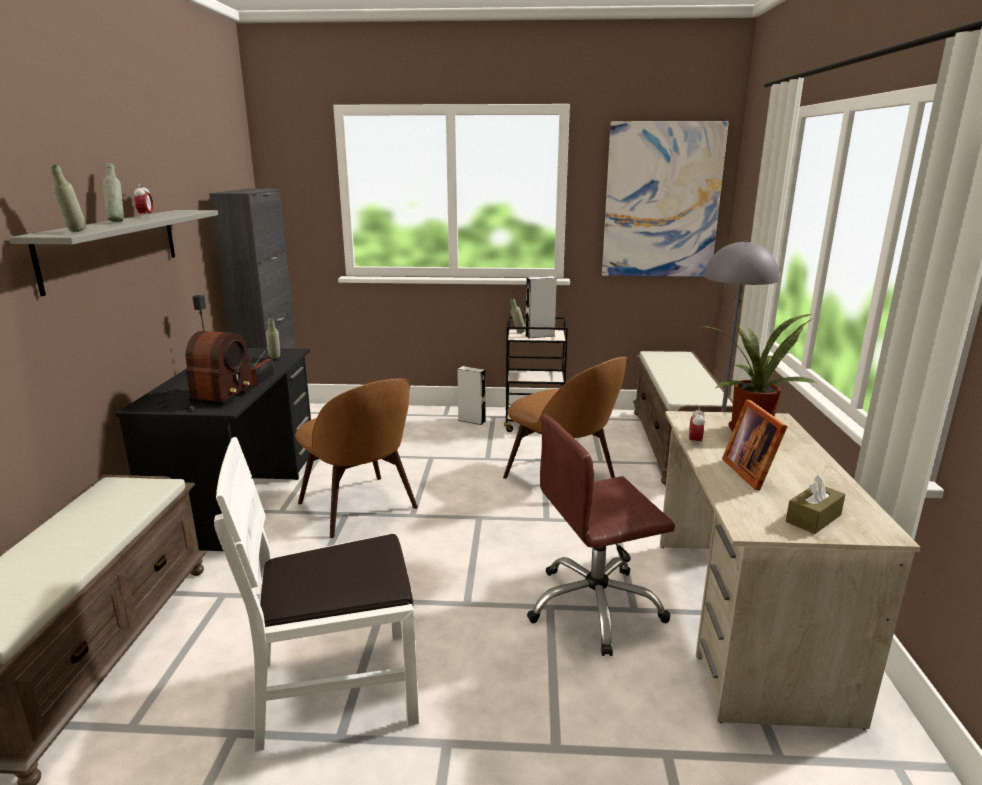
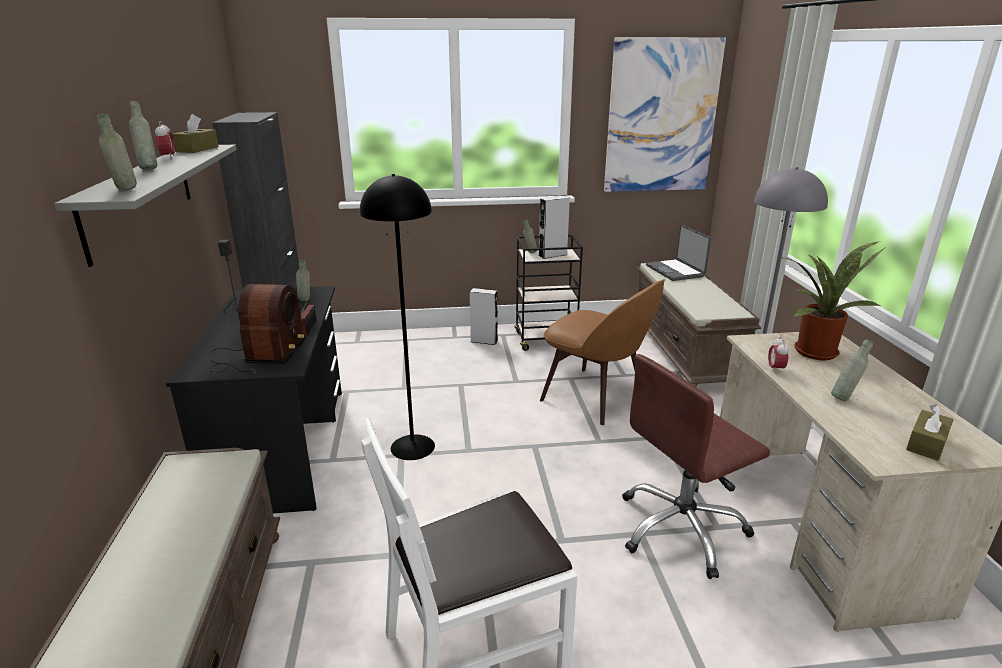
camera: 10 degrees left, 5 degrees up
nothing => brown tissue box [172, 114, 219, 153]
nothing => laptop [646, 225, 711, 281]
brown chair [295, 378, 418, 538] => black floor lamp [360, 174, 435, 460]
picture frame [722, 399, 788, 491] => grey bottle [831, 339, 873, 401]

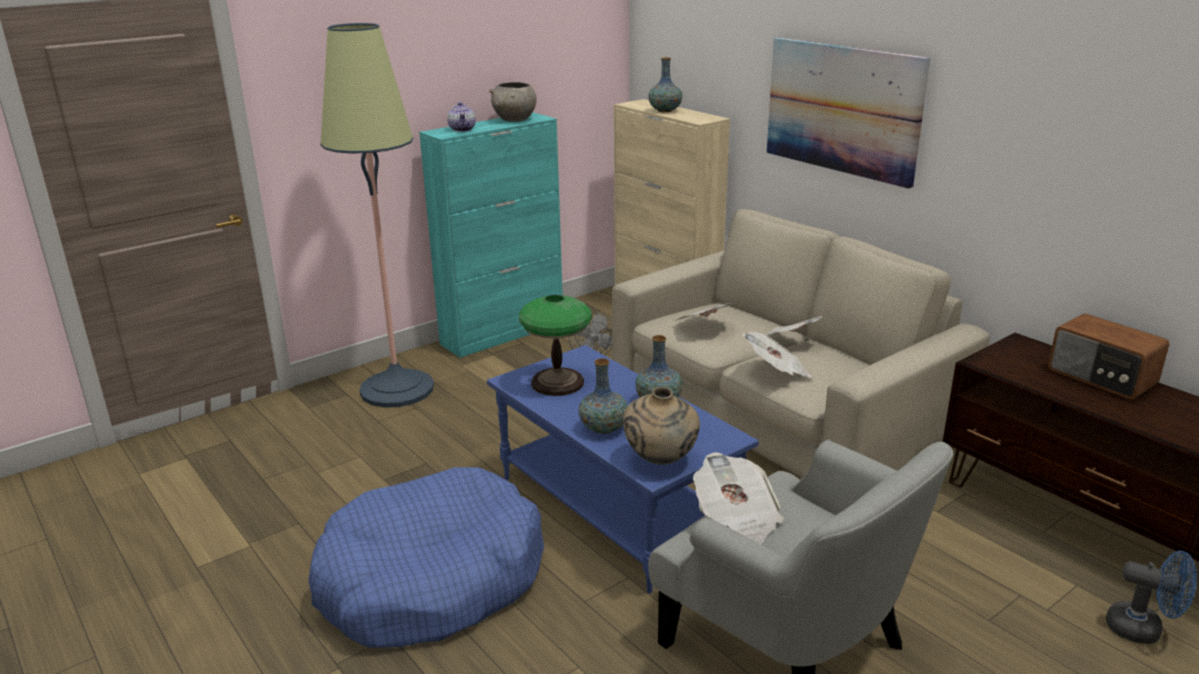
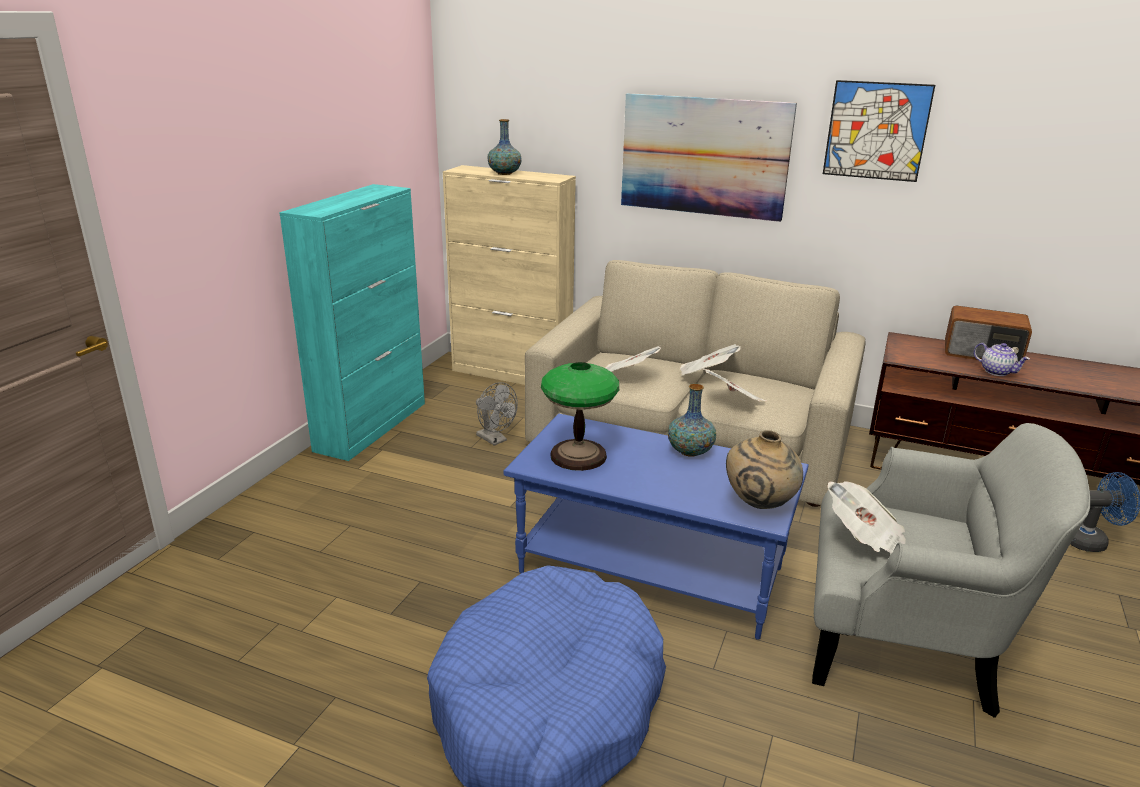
camera: 30 degrees left, 0 degrees up
floor lamp [320, 23, 434, 408] => nothing
grey bowl [489, 82, 537, 122] => nothing
vase [579, 358, 628, 434] => nothing
nothing => picture [823, 80, 935, 182]
teapot [447, 102, 476, 132] => teapot [974, 343, 1030, 376], moved

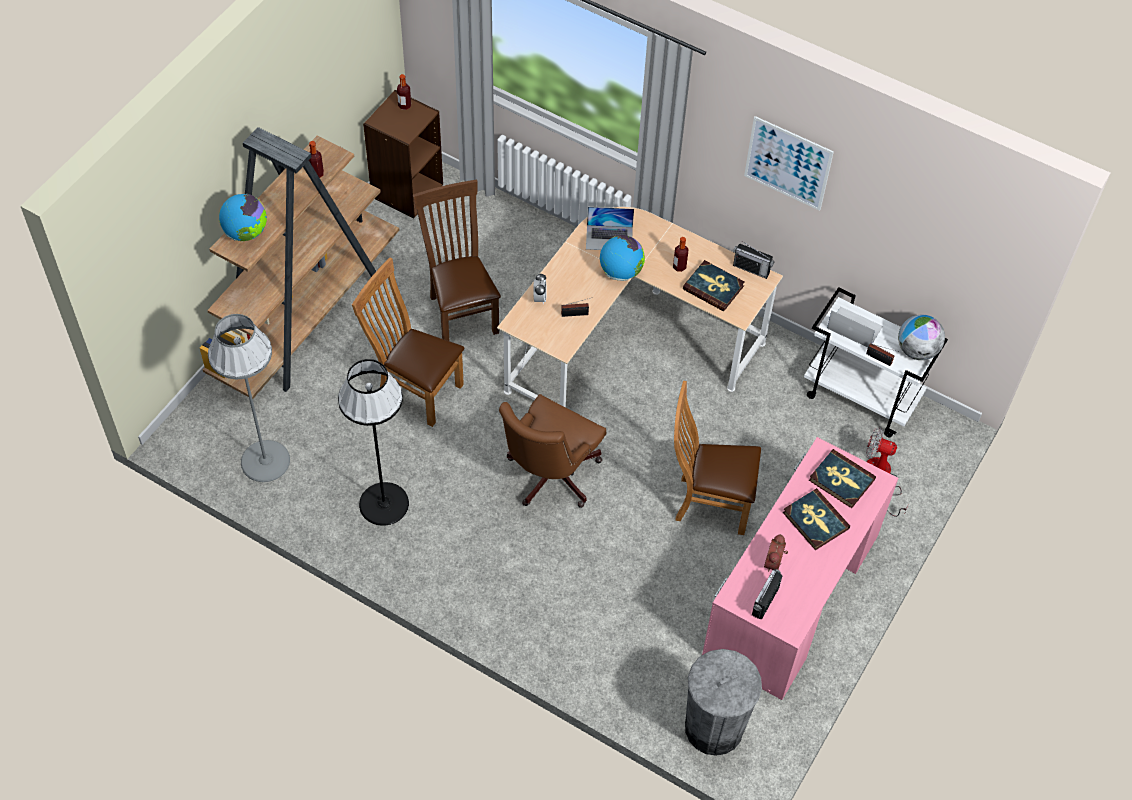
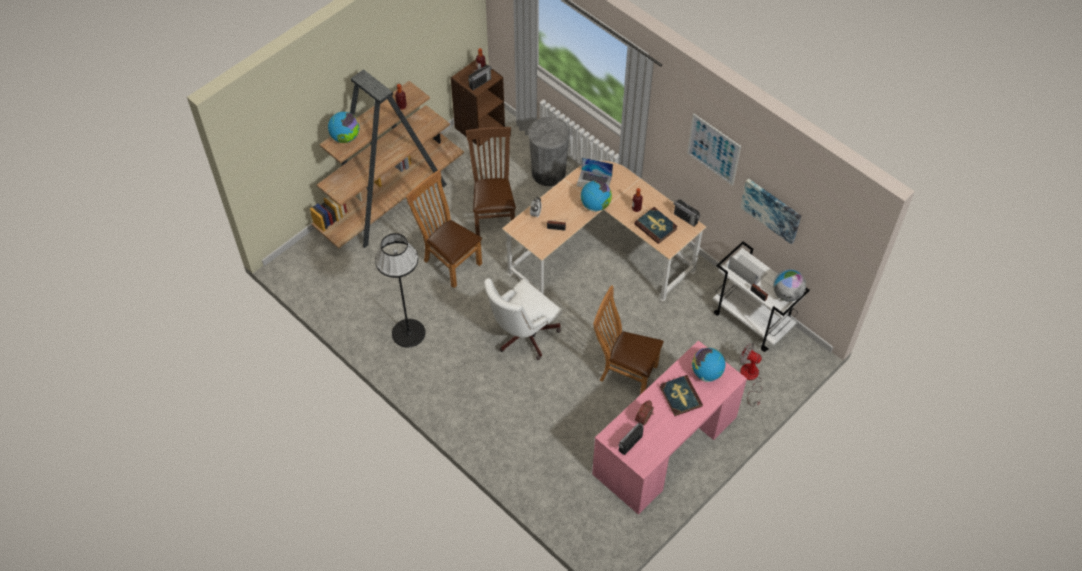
camera: 15 degrees right, 0 degrees up
grey floor lamp [208, 314, 290, 482] => nothing
nothing => radio [468, 65, 492, 90]
nothing => picture [740, 178, 801, 244]
grey trash can [685, 649, 762, 756] => grey trash can [528, 117, 570, 186], moved
book [809, 449, 876, 508] => globe [692, 348, 725, 382]
brown office chair [499, 394, 606, 508] => white office chair [484, 278, 562, 360]

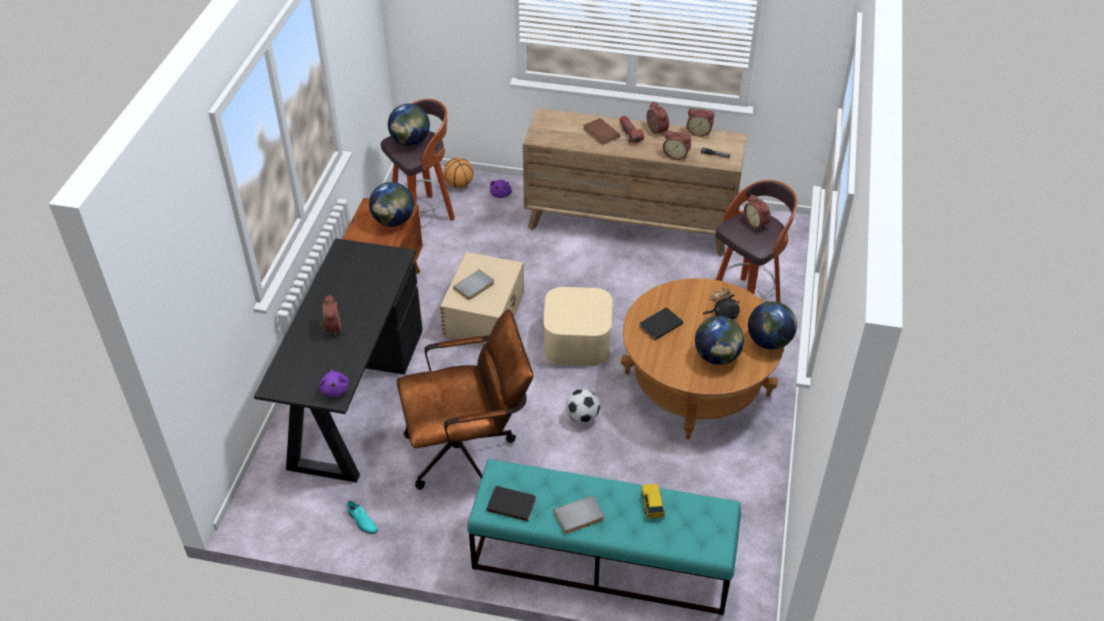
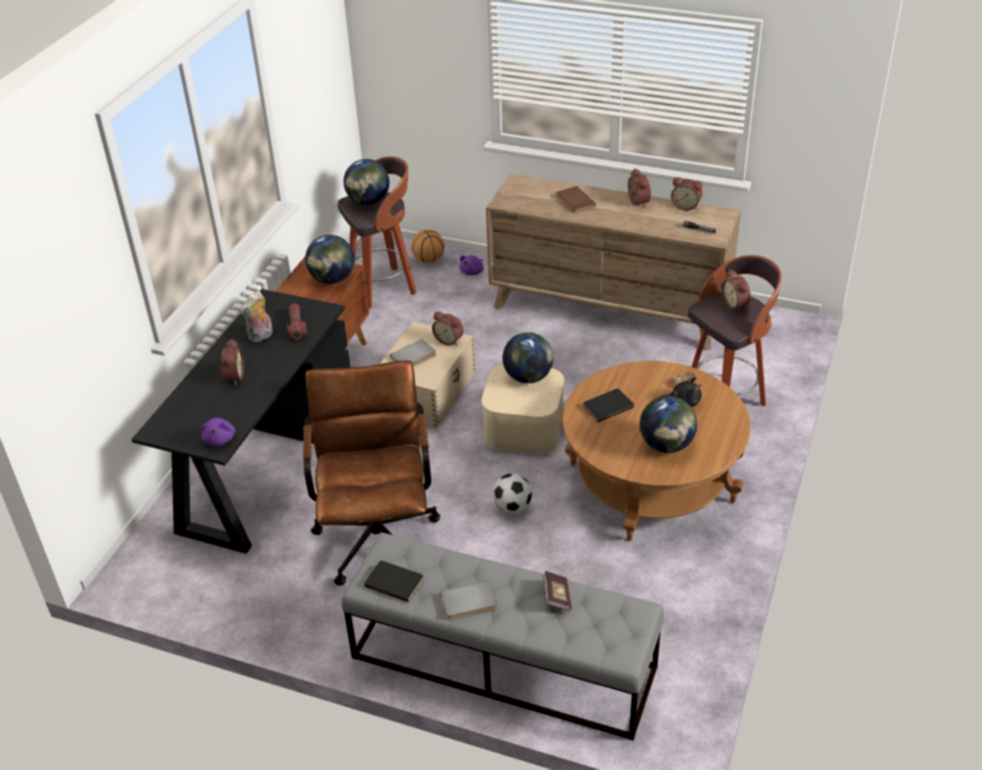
camera: 10 degrees right, 5 degrees down
turquoise shoe [347, 501, 378, 534] => nothing
nothing => plush toy [240, 291, 273, 342]
flashlight [619, 116, 644, 143] => flashlight [287, 303, 307, 339], moved
alarm clock [663, 130, 691, 160] => alarm clock [432, 311, 464, 346], moved
globe [748, 301, 797, 350] => globe [503, 332, 553, 383], moved
toy car [641, 484, 665, 519] => book [543, 571, 572, 611]
turquoise bench [467, 459, 741, 615] => grey bench [342, 533, 664, 741]
brown office chair [397, 309, 533, 490] => brown office chair [303, 360, 441, 586], 90 degrees counterclockwise

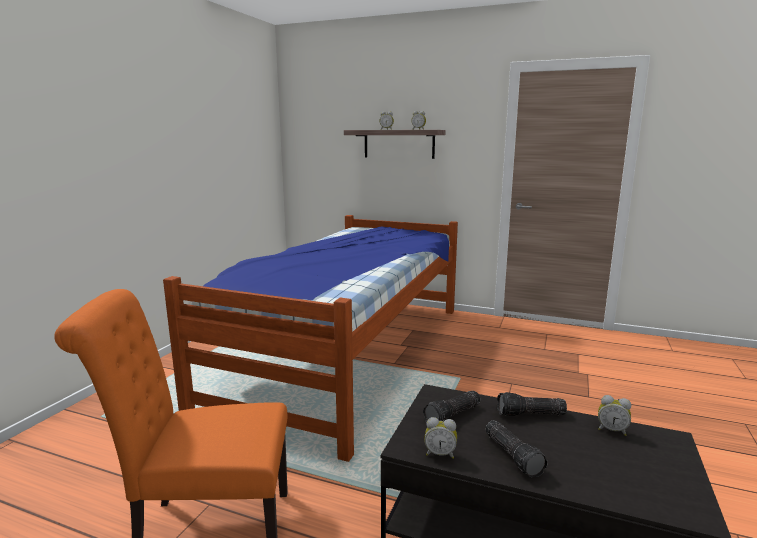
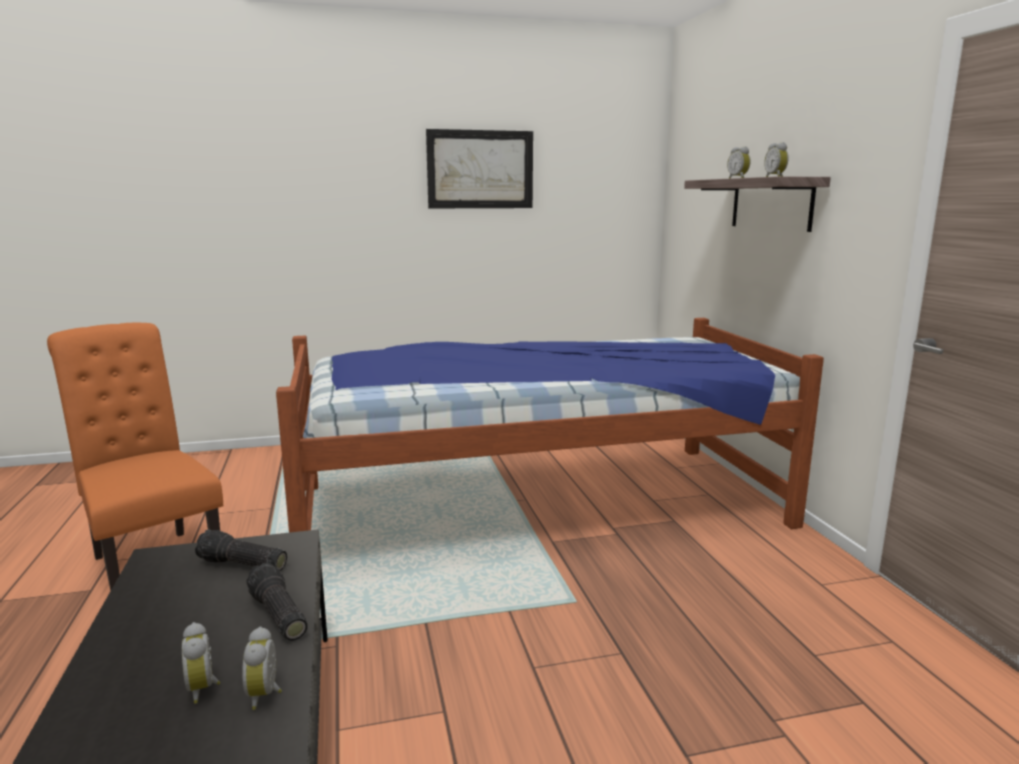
camera: 55 degrees right, 0 degrees up
flashlight [486, 420, 548, 478] => nothing
nothing => picture [426, 129, 533, 208]
alarm clock [424, 417, 457, 459] => alarm clock [182, 622, 220, 704], moved

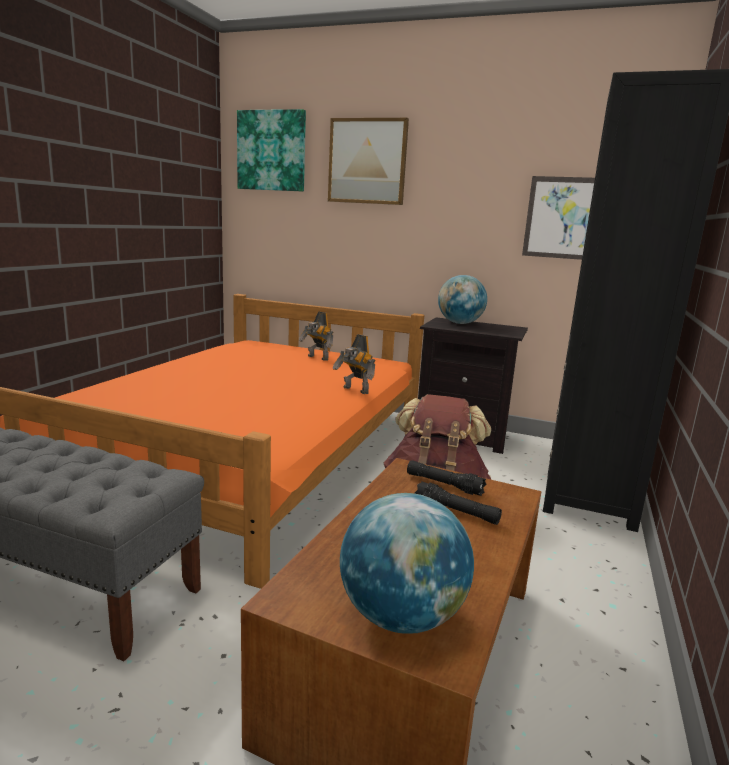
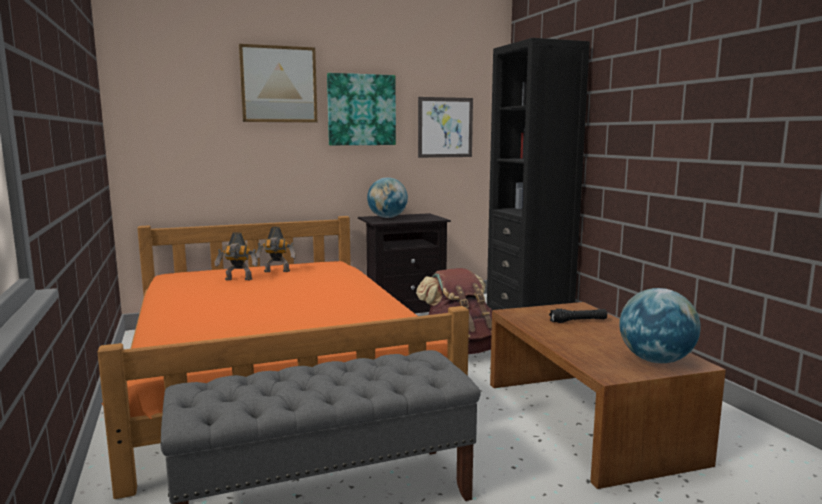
camera: 40 degrees left, 5 degrees down
black flashlight [407, 460, 486, 496] => nothing
picture [237, 109, 306, 192] => picture [327, 73, 396, 145], moved
toy robot [333, 334, 375, 394] => toy robot [215, 232, 258, 281], moved

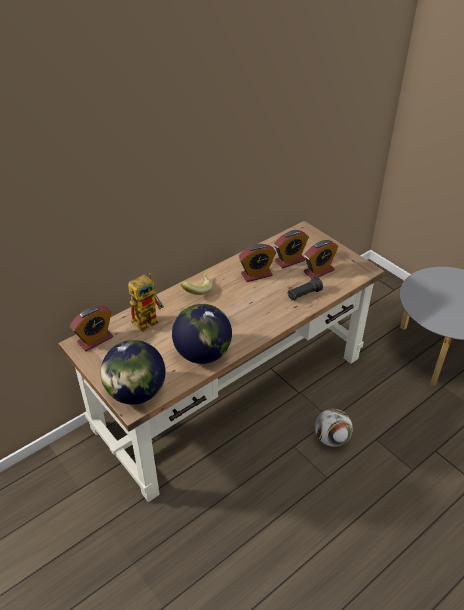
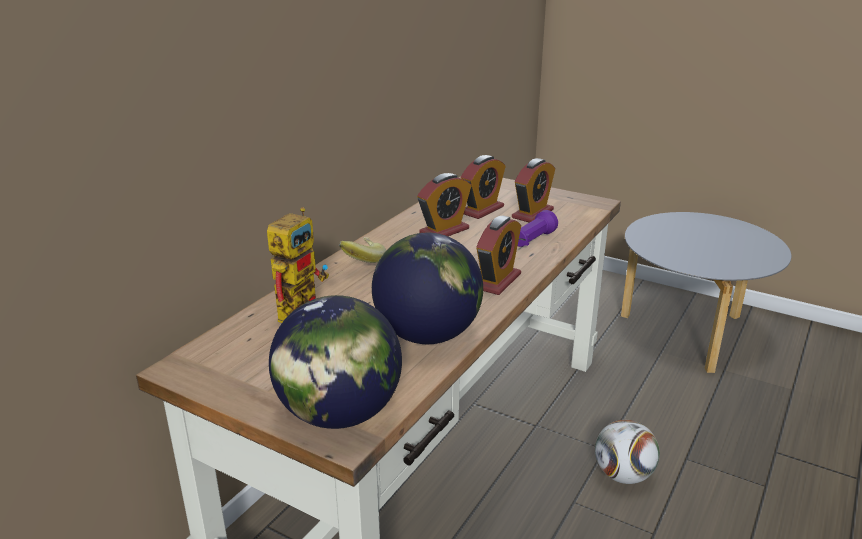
camera: 20 degrees left, 15 degrees down
alarm clock [70, 306, 113, 351] => alarm clock [476, 216, 521, 295], moved
black flashlight [288, 277, 323, 301] => purple flashlight [518, 210, 558, 247]

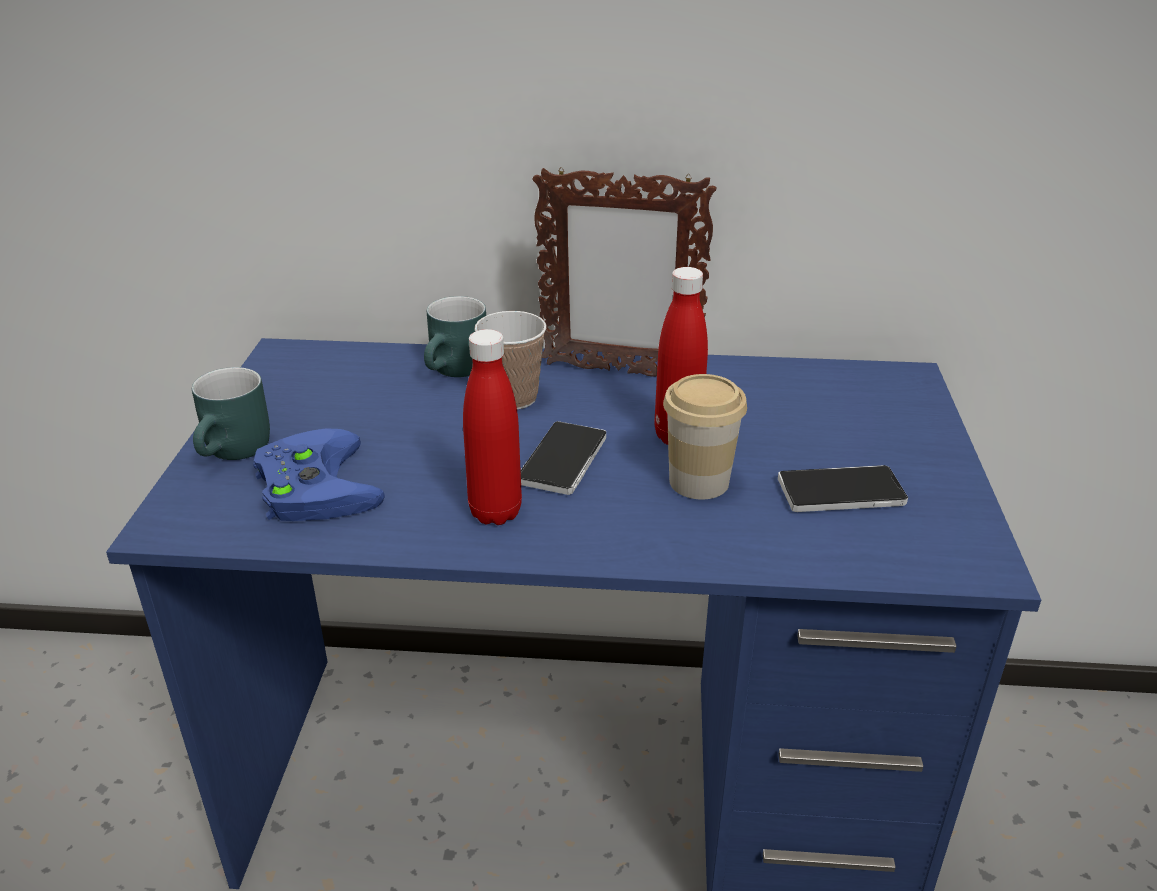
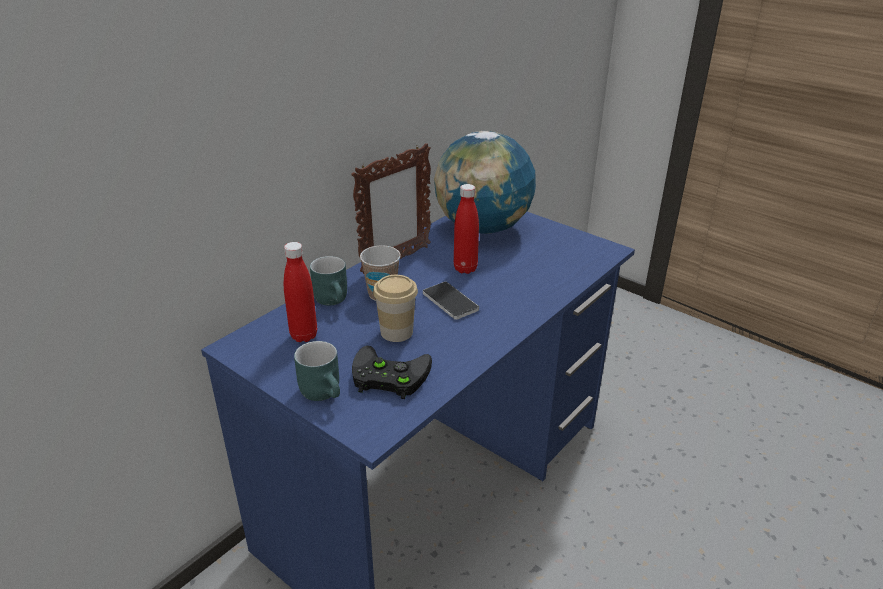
camera: 55 degrees left, 0 degrees up
phone [778, 465, 908, 512] => nothing
nothing => globe [434, 131, 536, 234]
red bottle [463, 329, 522, 525] => red bottle [284, 242, 317, 342], moved
cup [663, 374, 747, 499] => cup [373, 275, 418, 342], moved
blue game controller [253, 428, 385, 521] => black game controller [352, 346, 432, 399]

